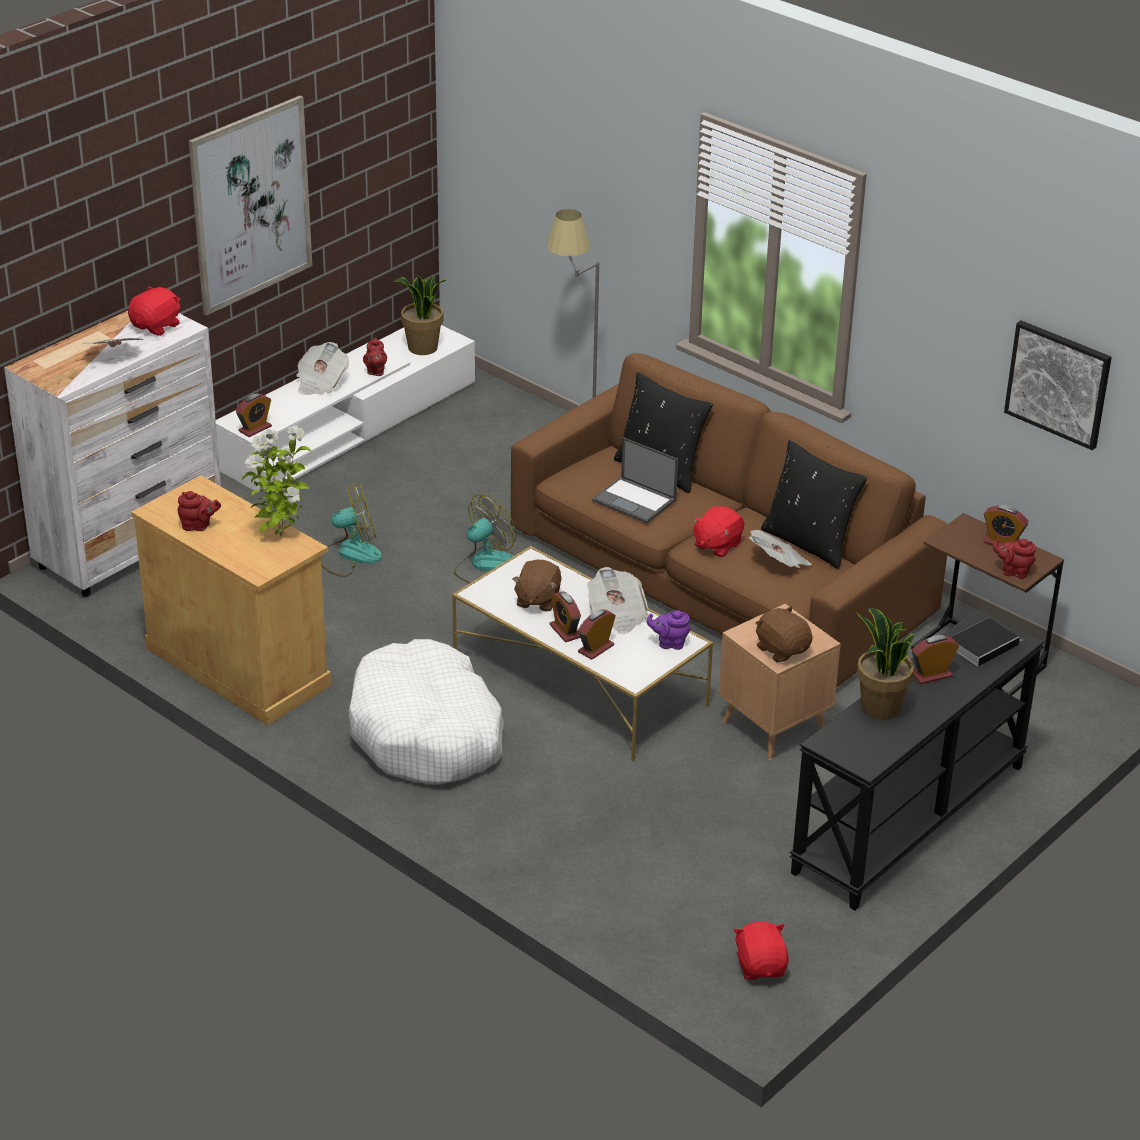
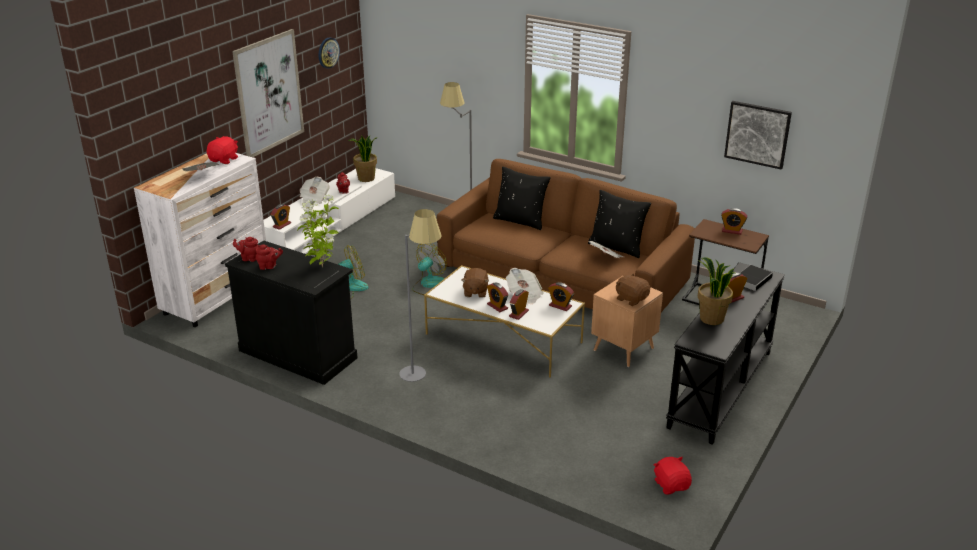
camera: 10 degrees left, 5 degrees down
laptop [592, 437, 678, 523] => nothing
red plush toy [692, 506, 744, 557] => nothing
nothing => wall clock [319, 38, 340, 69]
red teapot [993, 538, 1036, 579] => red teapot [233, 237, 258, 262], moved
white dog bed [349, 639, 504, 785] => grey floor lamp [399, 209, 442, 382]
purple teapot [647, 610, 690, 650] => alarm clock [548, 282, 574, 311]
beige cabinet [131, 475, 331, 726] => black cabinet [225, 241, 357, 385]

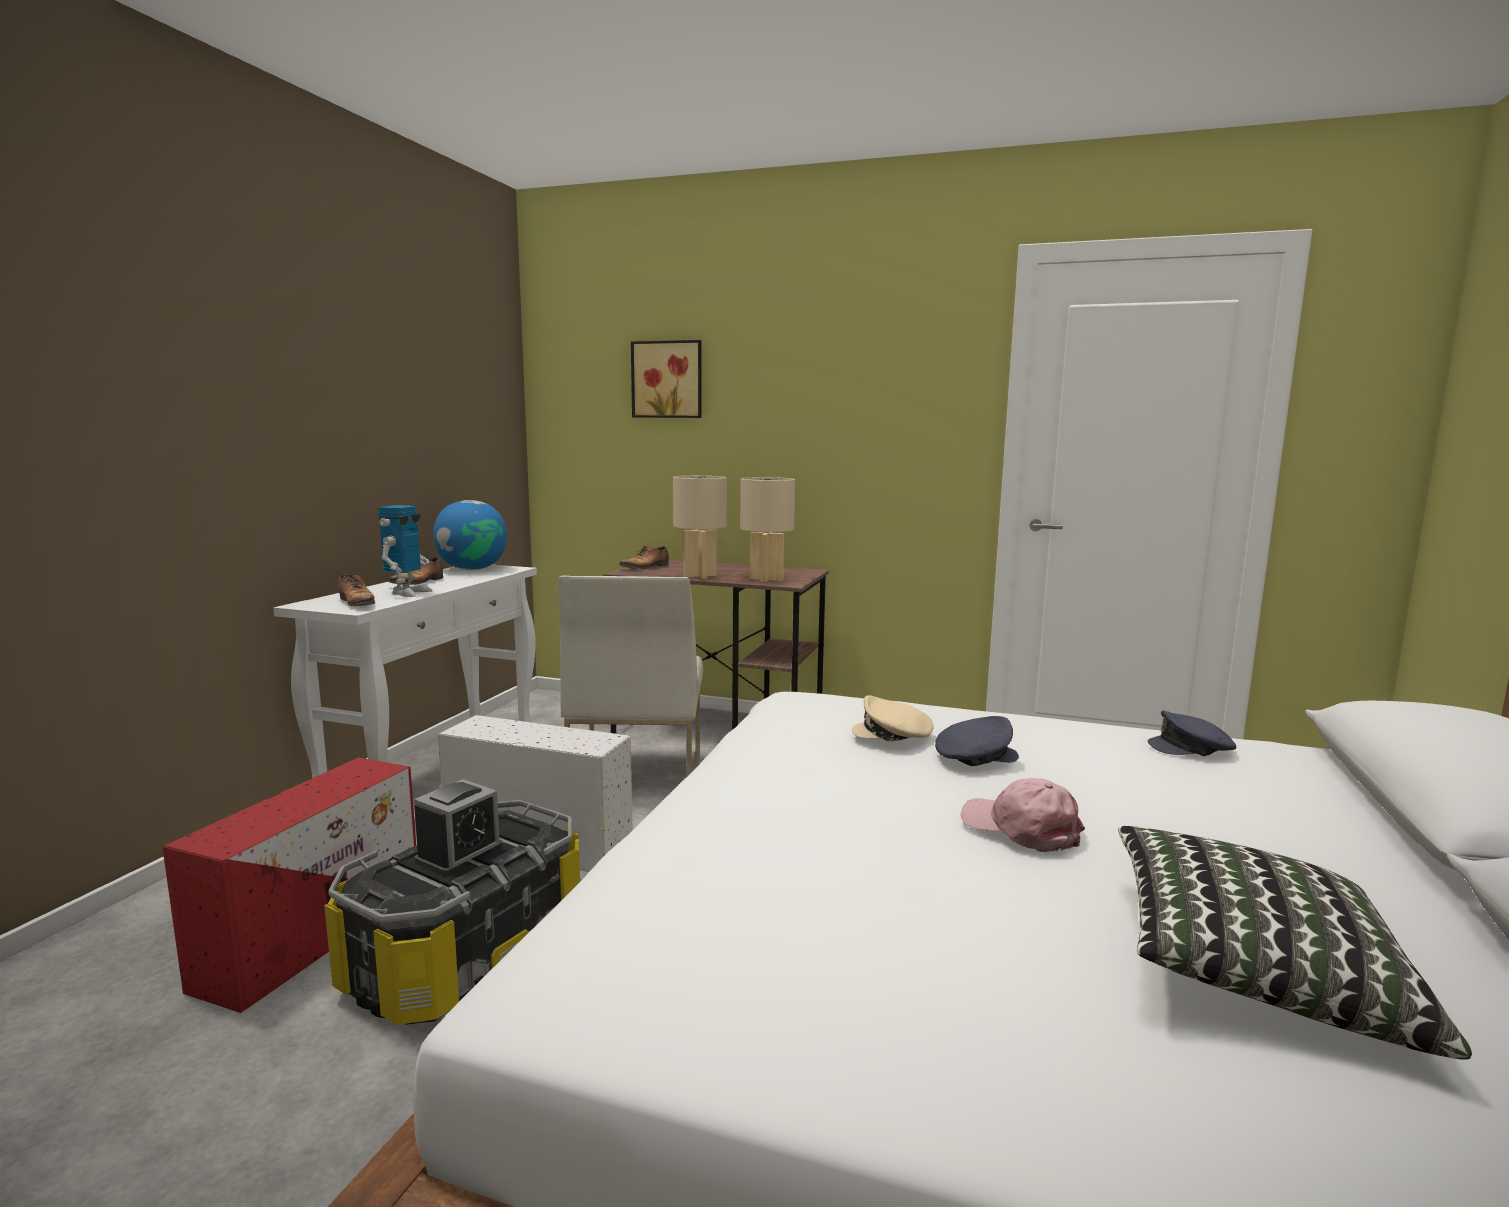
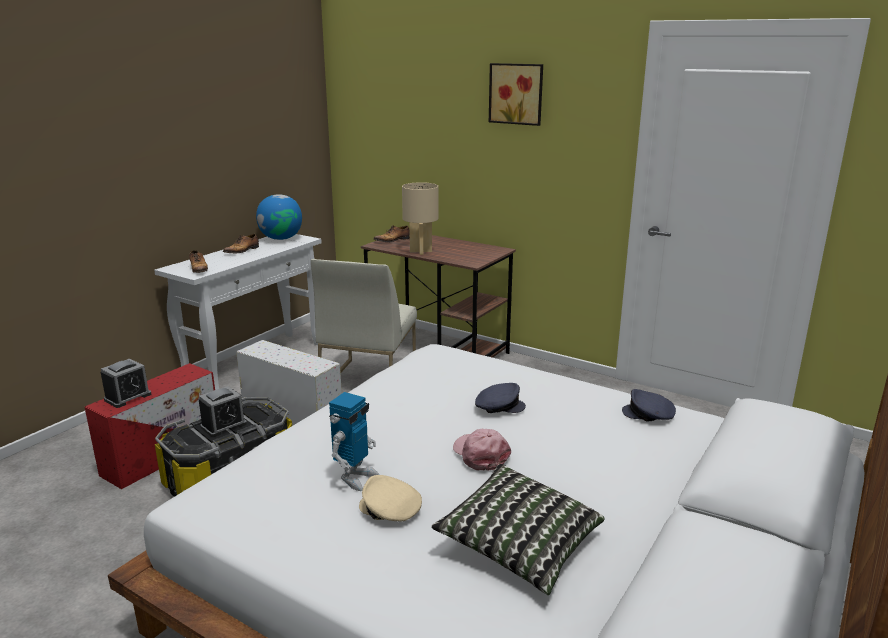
camera: 15 degrees right, 10 degrees up
beige table lamp [740, 477, 795, 583] => nothing
nothing => alarm clock [101, 359, 151, 408]
toy robot [378, 505, 433, 597] => toy robot [329, 392, 379, 491], moved
picture [631, 340, 702, 418] => picture [489, 63, 543, 126], moved
beige cap [852, 695, 934, 742] => beige cap [359, 475, 422, 521], moved

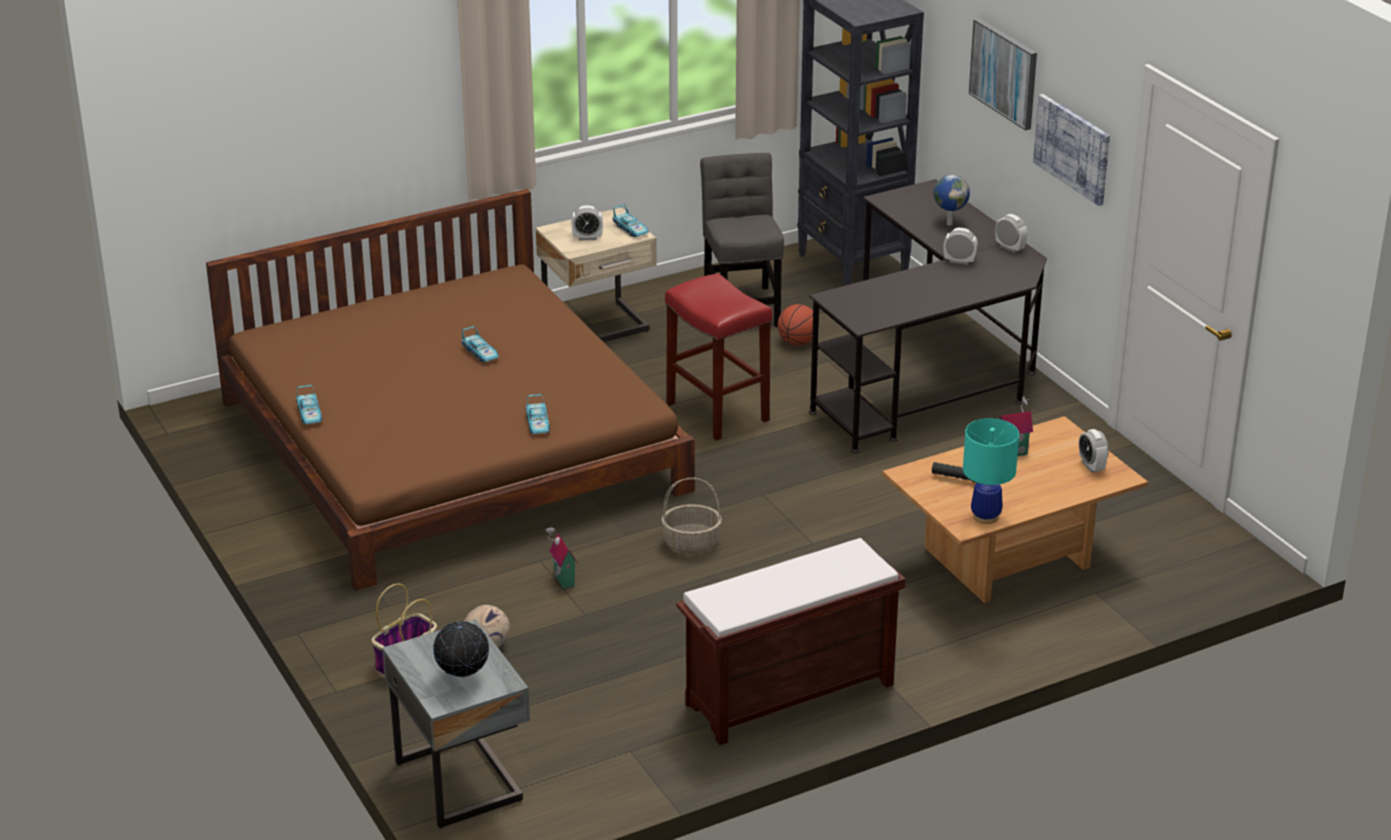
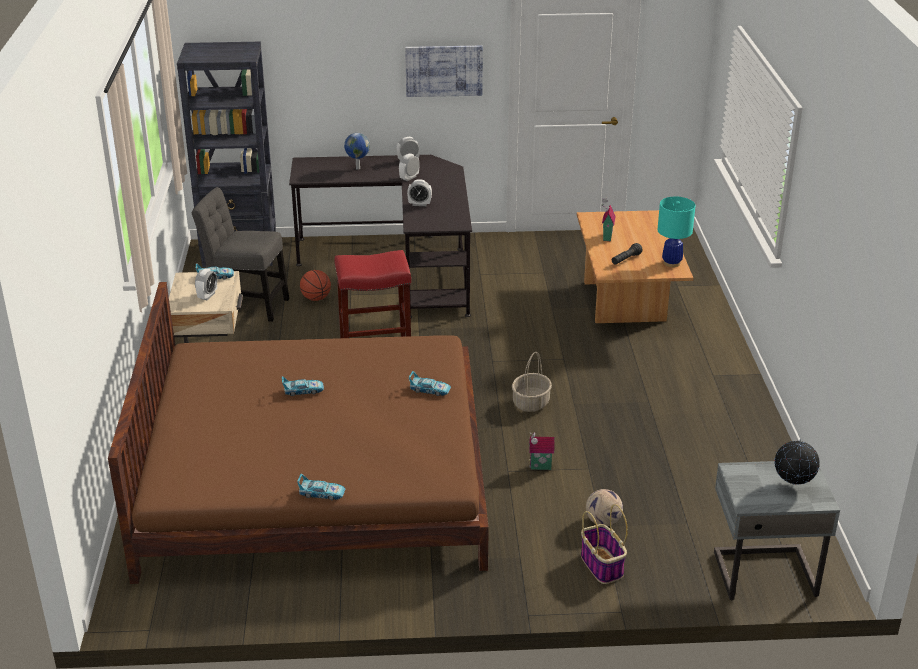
camera: 65 degrees left, 0 degrees up
brown bench [676, 538, 906, 745] => nothing
picture [969, 18, 1037, 130] => nothing
alarm clock [1079, 429, 1109, 473] => alarm clock [407, 179, 432, 206], moved

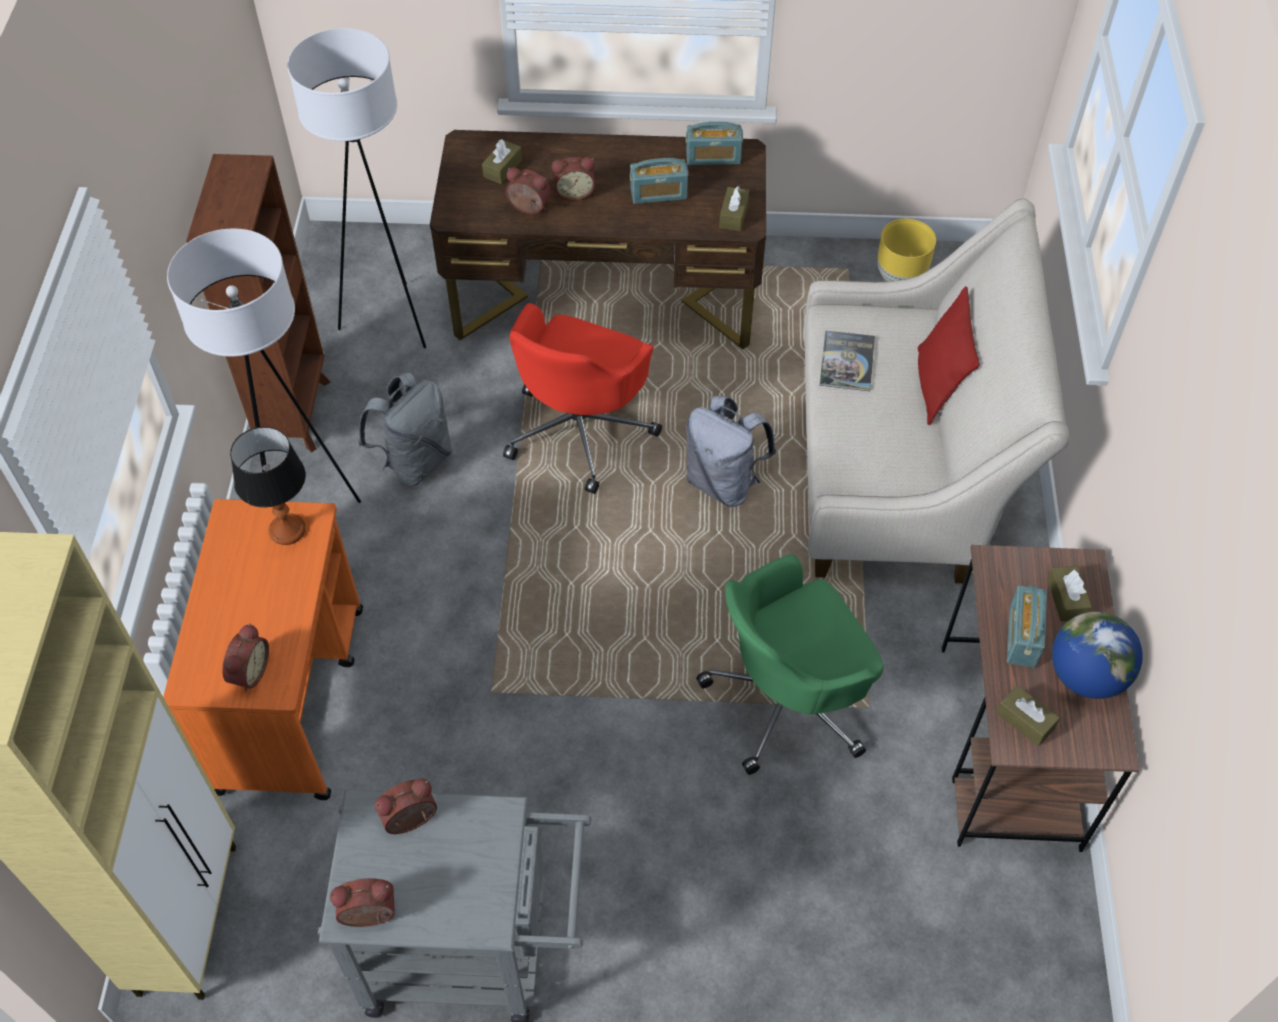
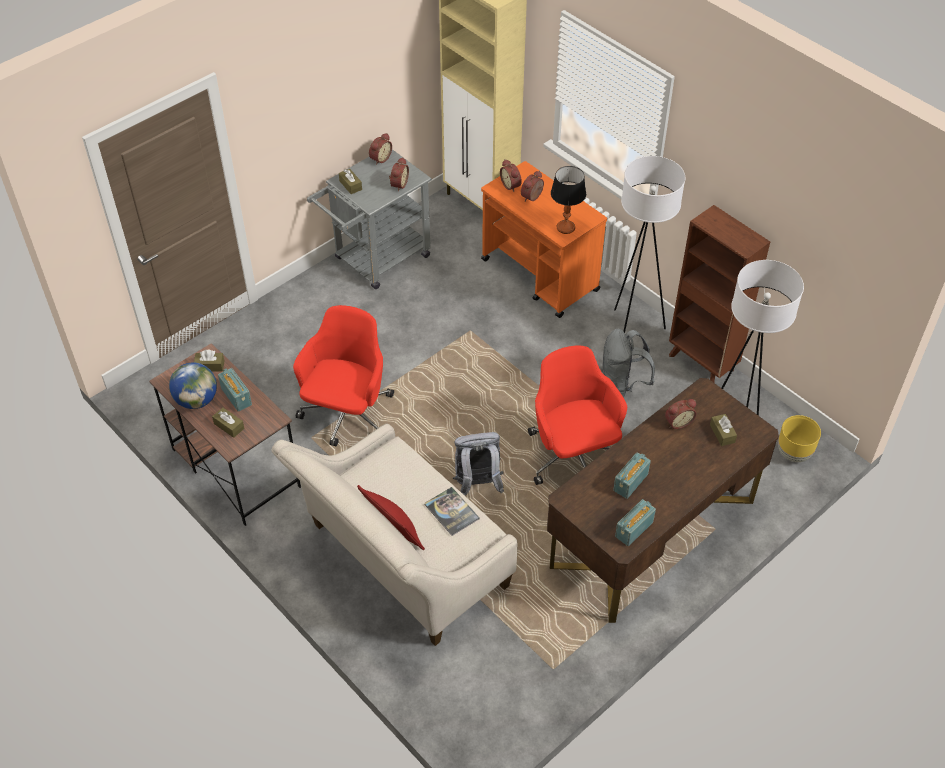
camera: 135 degrees right, 5 degrees down
alarm clock [552, 157, 595, 201] => alarm clock [521, 171, 544, 201], moved
brown tissue box [719, 186, 749, 231] => brown tissue box [339, 169, 362, 194], moved
yellow planter [877, 219, 936, 282] => yellow planter [778, 415, 821, 462], moved
green office chair [696, 555, 883, 775] => red office chair [293, 305, 394, 446]

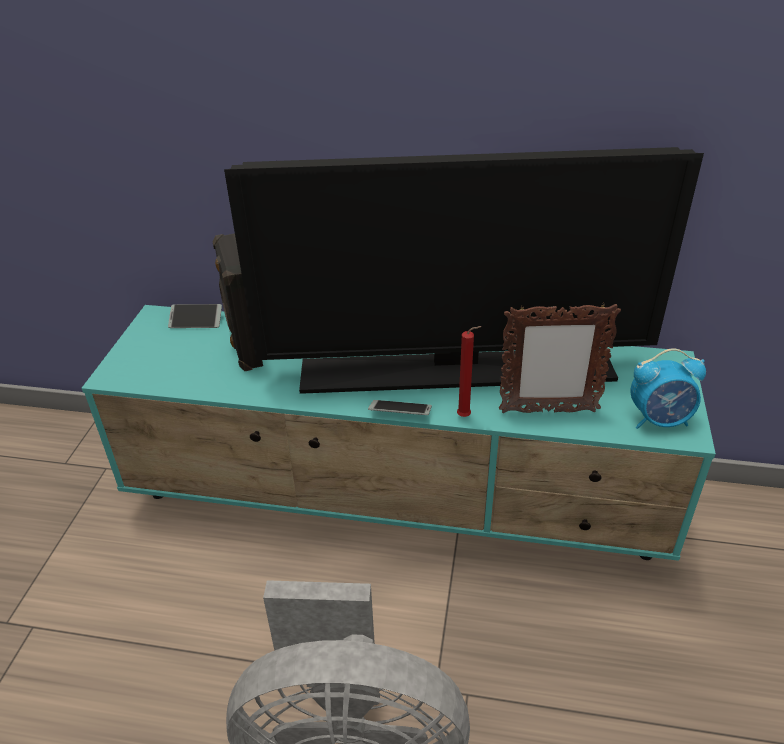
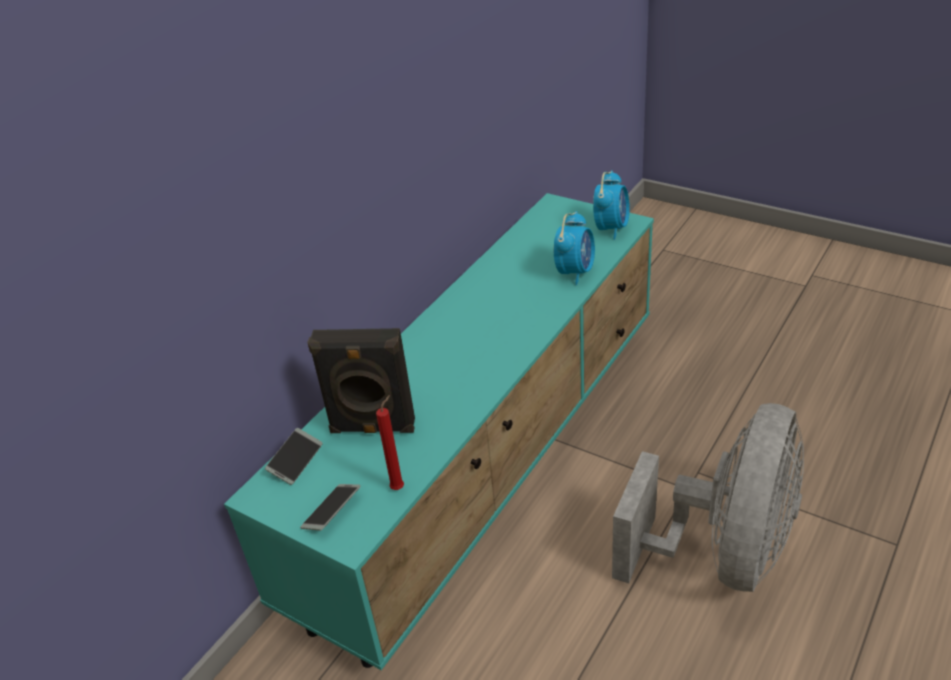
camera: 65 degrees left, 0 degrees up
television [224, 147, 704, 394] => nothing
phone [368, 400, 432, 415] => phone [300, 484, 360, 531], moved
red candle [457, 326, 481, 417] => red candle [376, 395, 404, 490], moved
picture frame [499, 303, 621, 413] => alarm clock [554, 211, 595, 285]

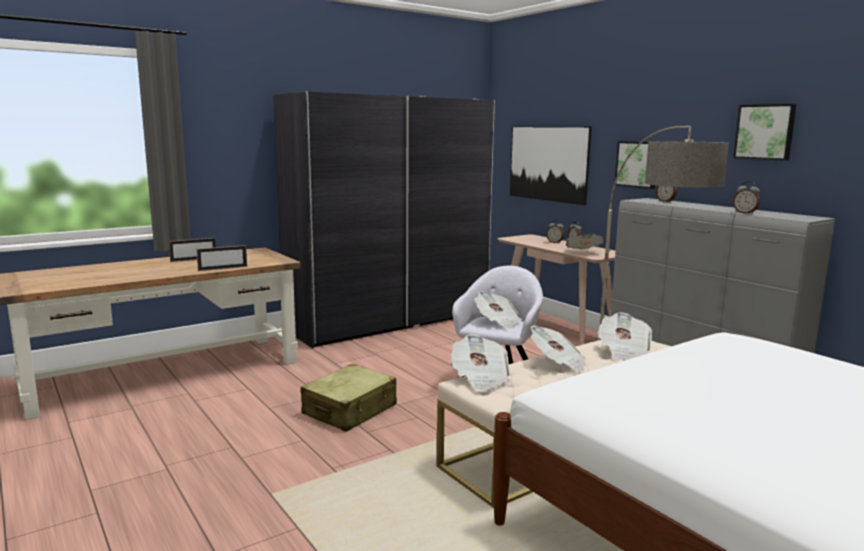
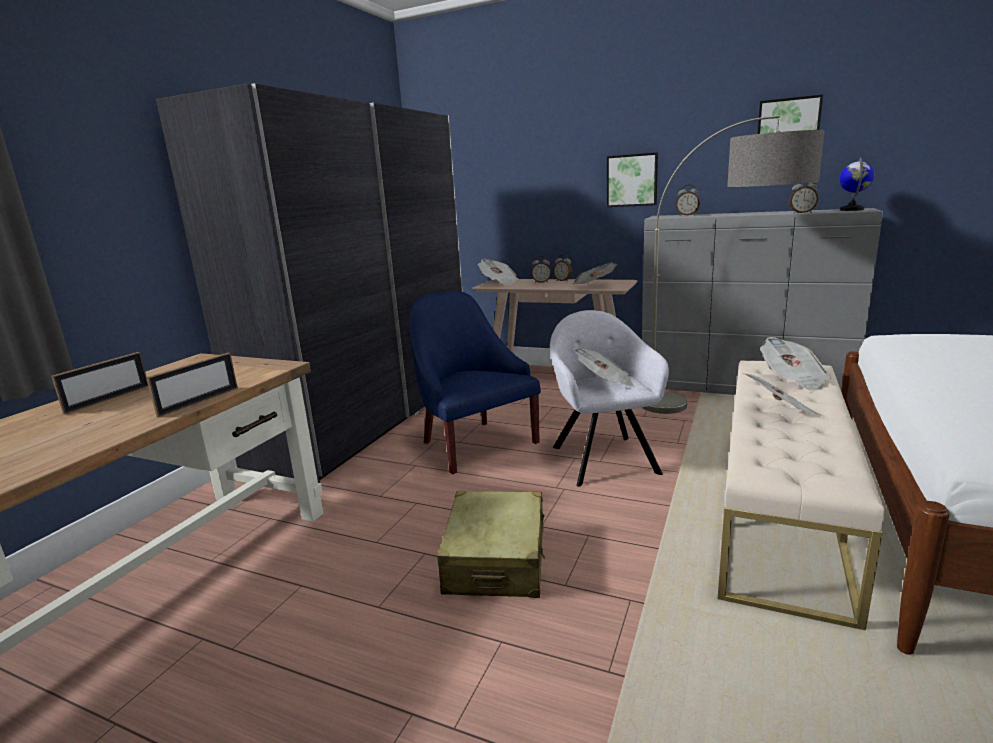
camera: 30 degrees left, 5 degrees up
picture [510, 126, 591, 205] => nothing
nothing => blue armchair [409, 291, 541, 474]
nothing => globe [840, 157, 874, 211]
newspaper [450, 334, 510, 392] => newspaper [478, 259, 519, 285], moved

